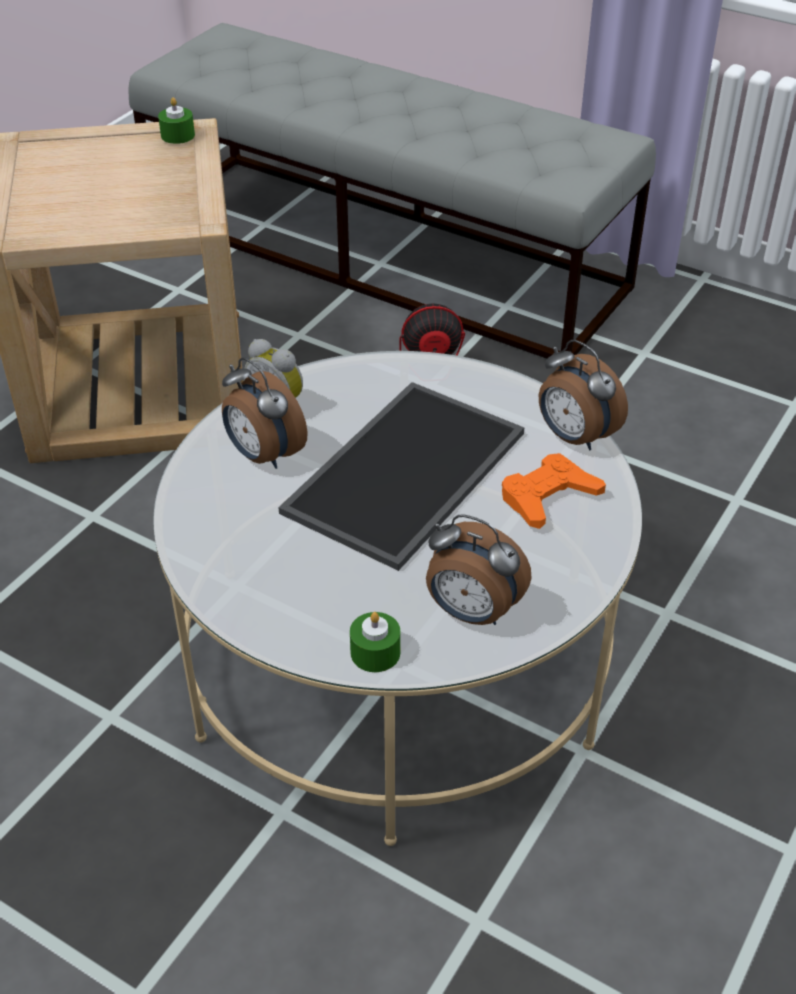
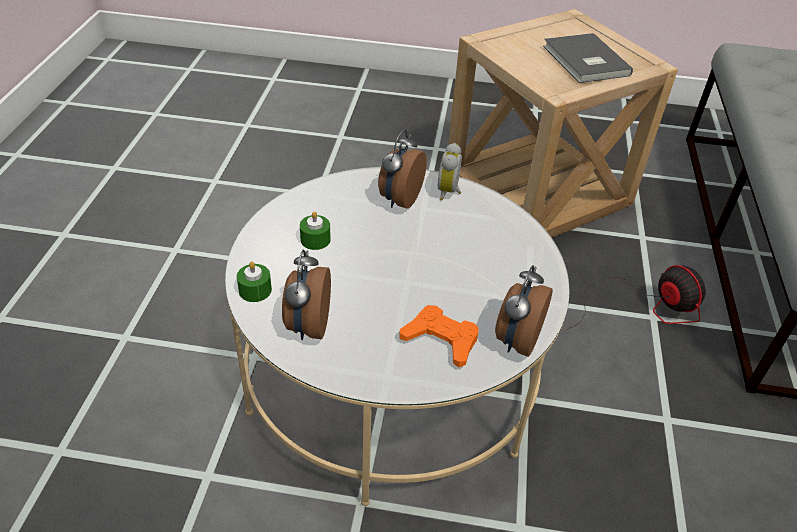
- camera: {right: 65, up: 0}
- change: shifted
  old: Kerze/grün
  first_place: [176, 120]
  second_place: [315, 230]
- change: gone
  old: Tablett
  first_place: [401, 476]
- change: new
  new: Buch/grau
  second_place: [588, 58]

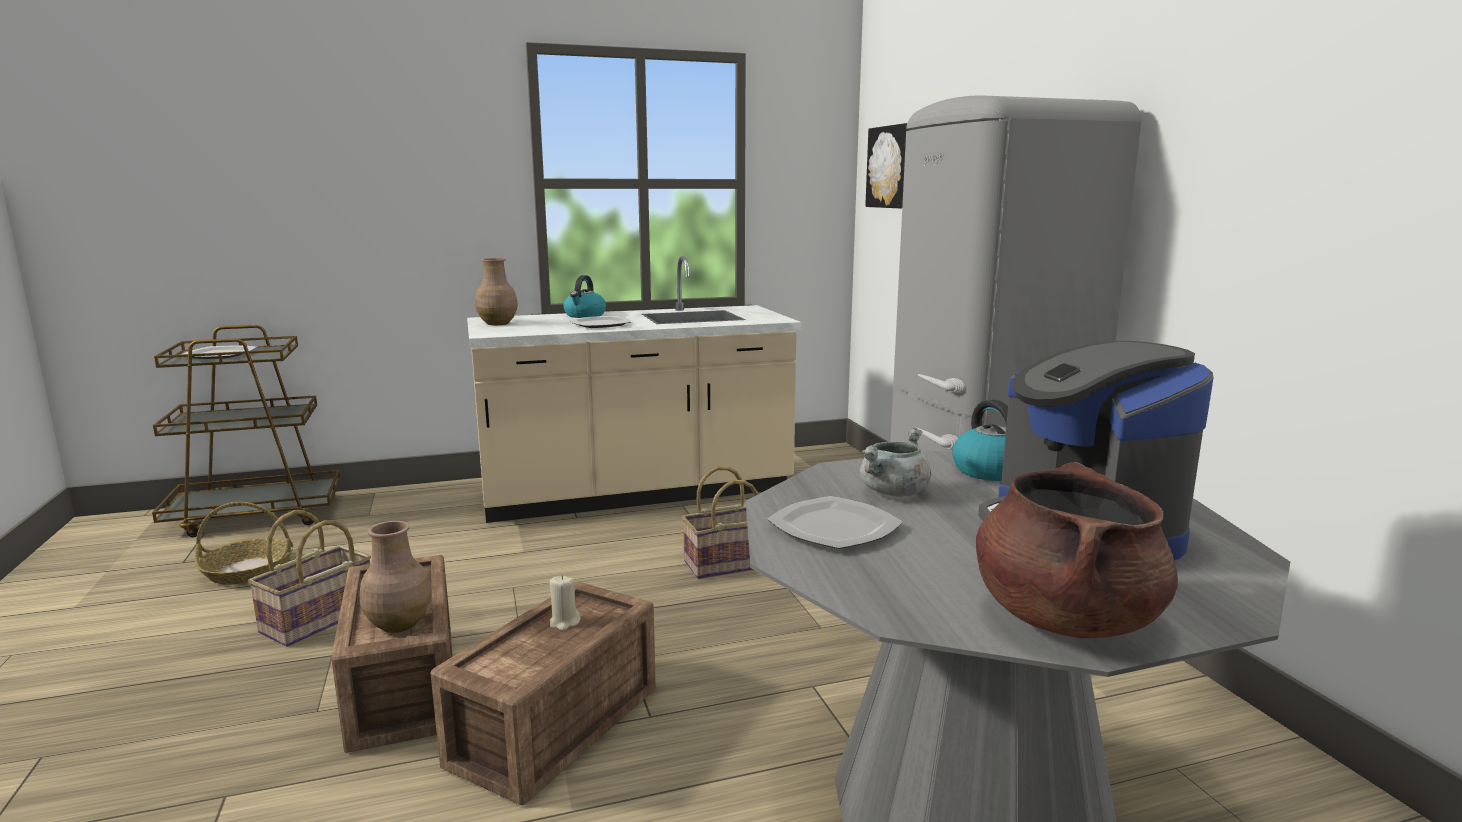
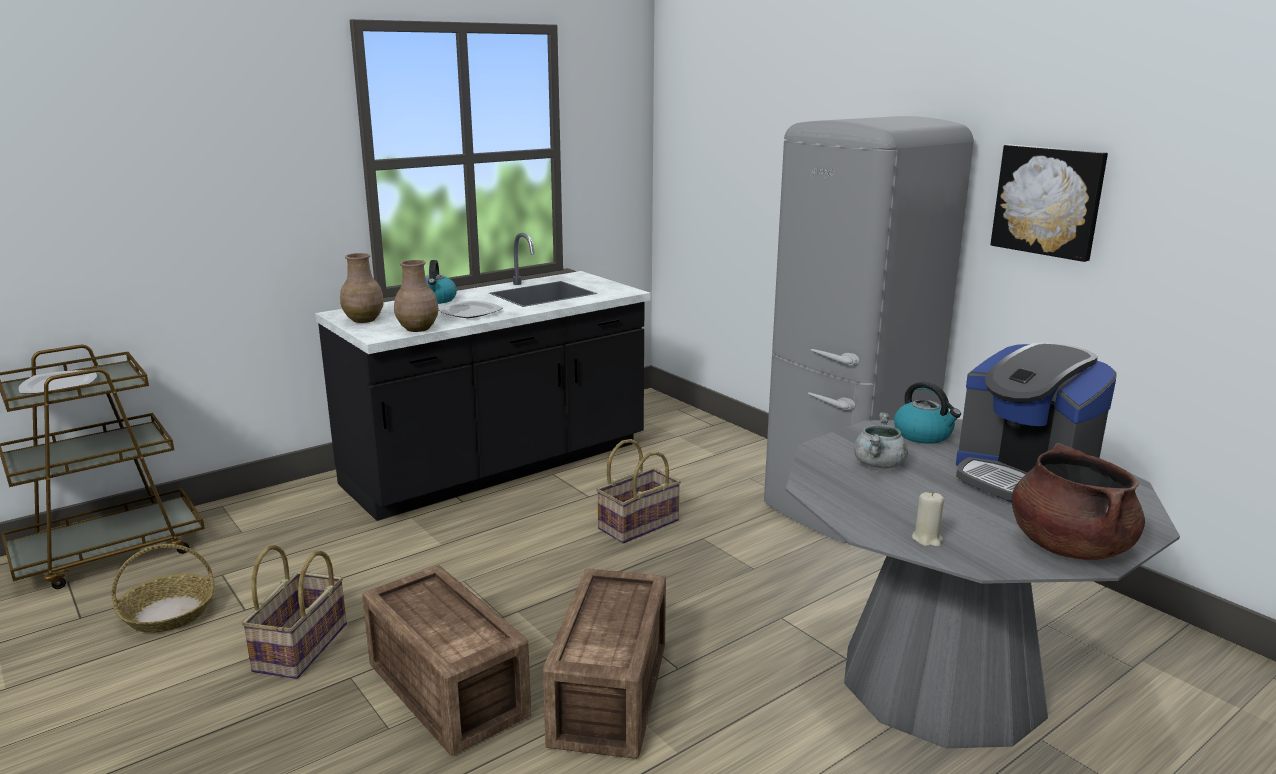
- camera: {right: -20, up: 5}
- change: shifted
  old: Vase/braun
  first_place: [396, 577]
  second_place: [416, 296]
- change: repainted
  old: Küchenzeile/beige
  new: Küchenzeile/schwarz
  first_place: [634, 389]
  second_place: [483, 377]
- change: shifted
  old: Kerze/beige
  first_place: [565, 603]
  second_place: [928, 519]
- change: gone
  old: Teller
  first_place: [835, 522]
- change: shifted
  old: Bild
  first_place: [887, 166]
  second_place: [1049, 203]

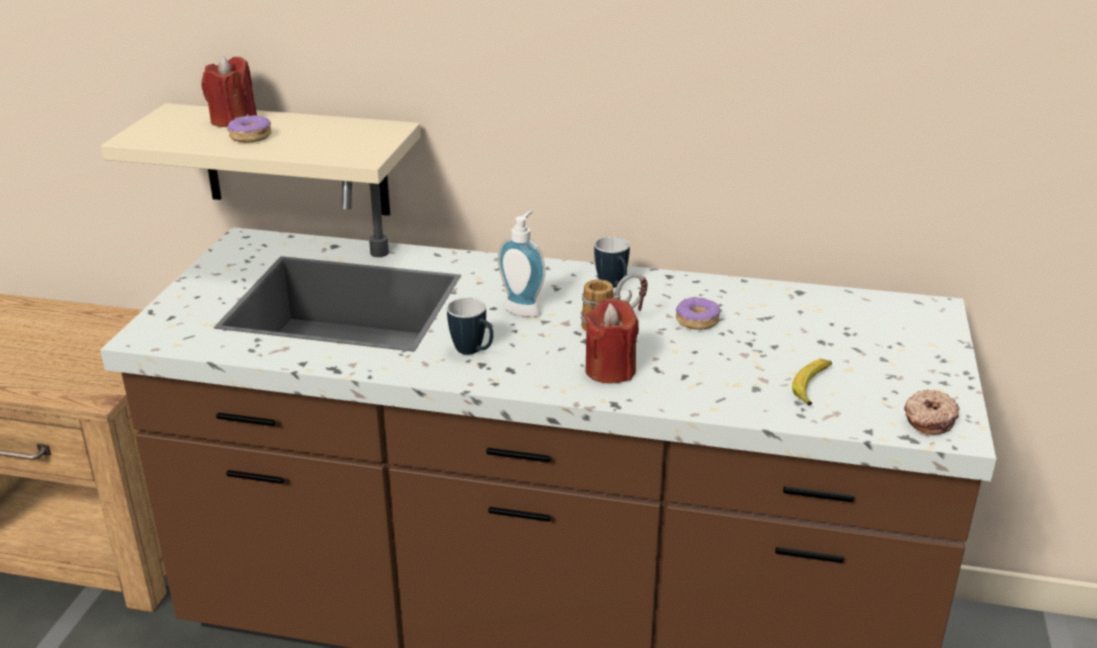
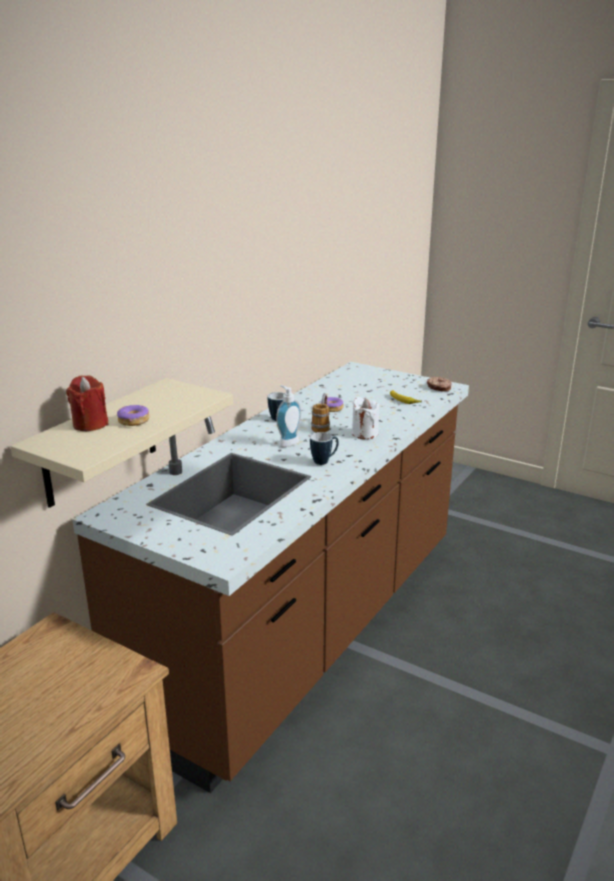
- camera: {right: -70, up: -5}
- change: repainted
  old: Kerze/rot
  new: Kerze/weiß
  first_place: [612, 341]
  second_place: [365, 418]

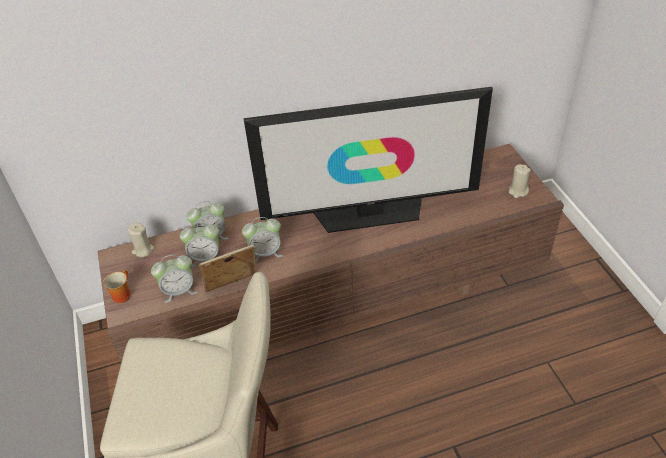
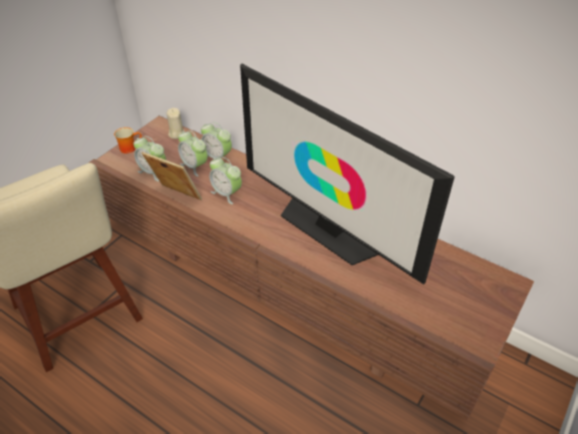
- camera: {right: 50, up: 0}
- change: gone
  old: Kerze/beige
  first_place: [520, 181]

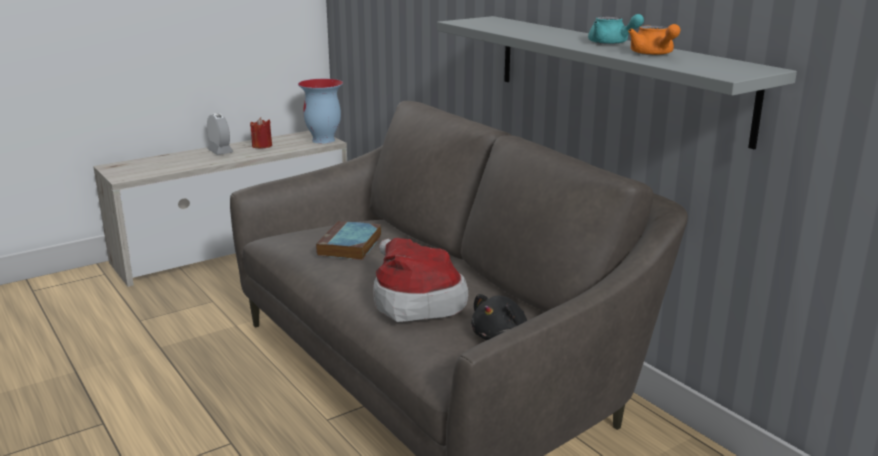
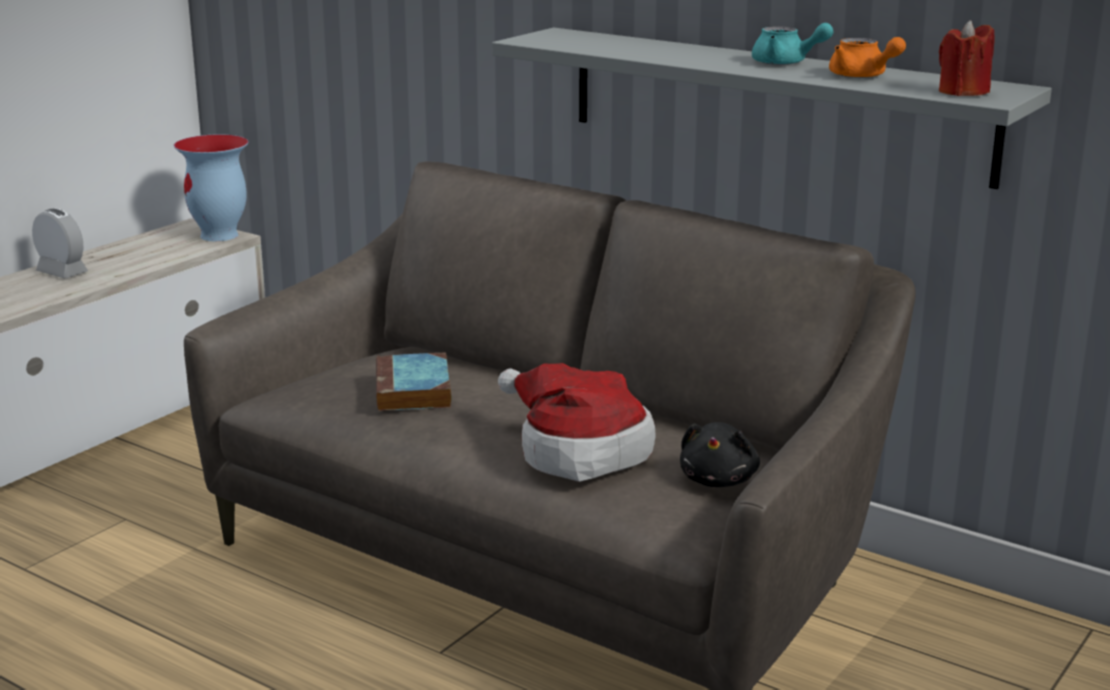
- camera: {right: -20, up: 0}
- change: shifted
  old: Kerze/rot
  first_place: [261, 132]
  second_place: [966, 58]

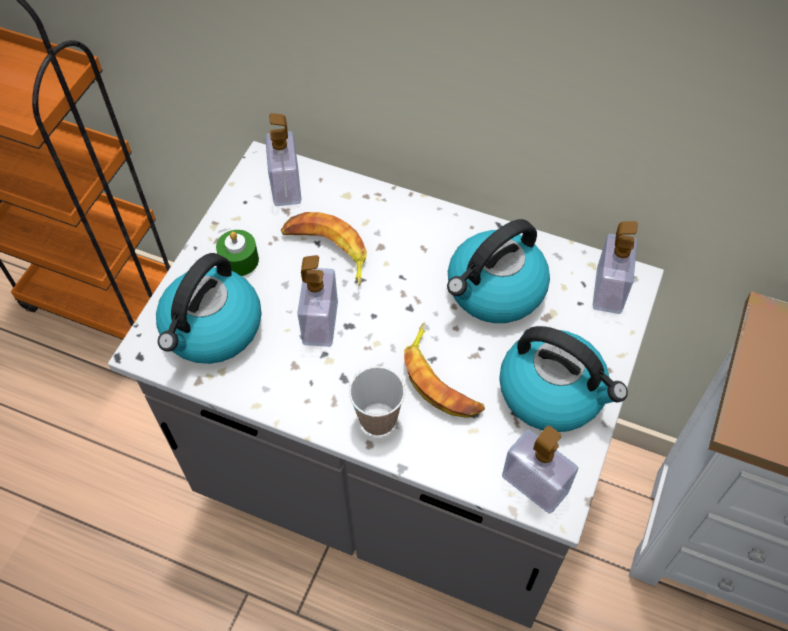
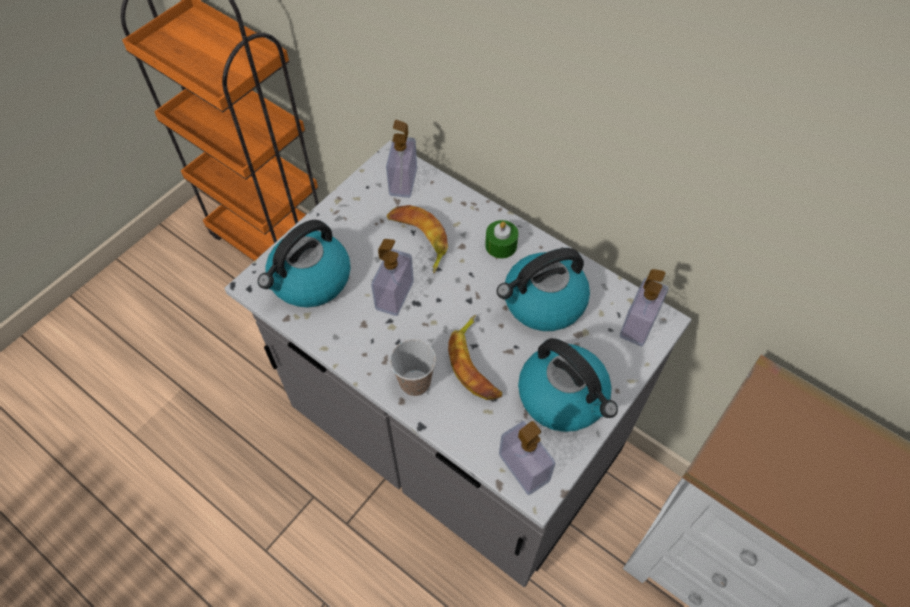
- camera: {right: 15, up: 0}
- change: shifted
  old: Kerze/grün
  first_place: [237, 253]
  second_place: [501, 239]

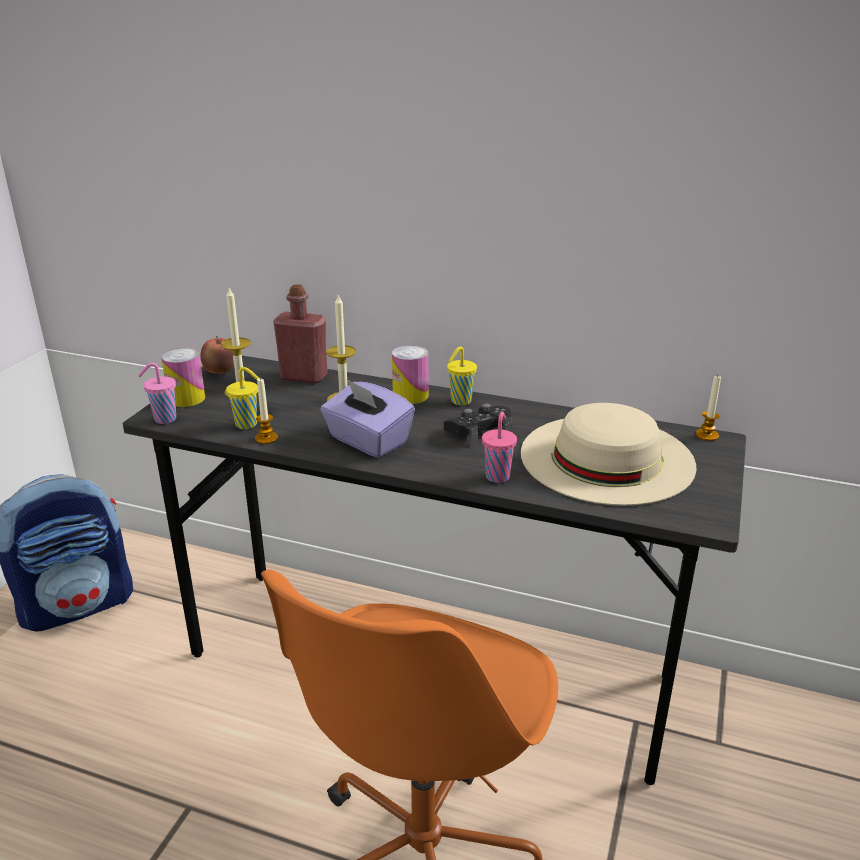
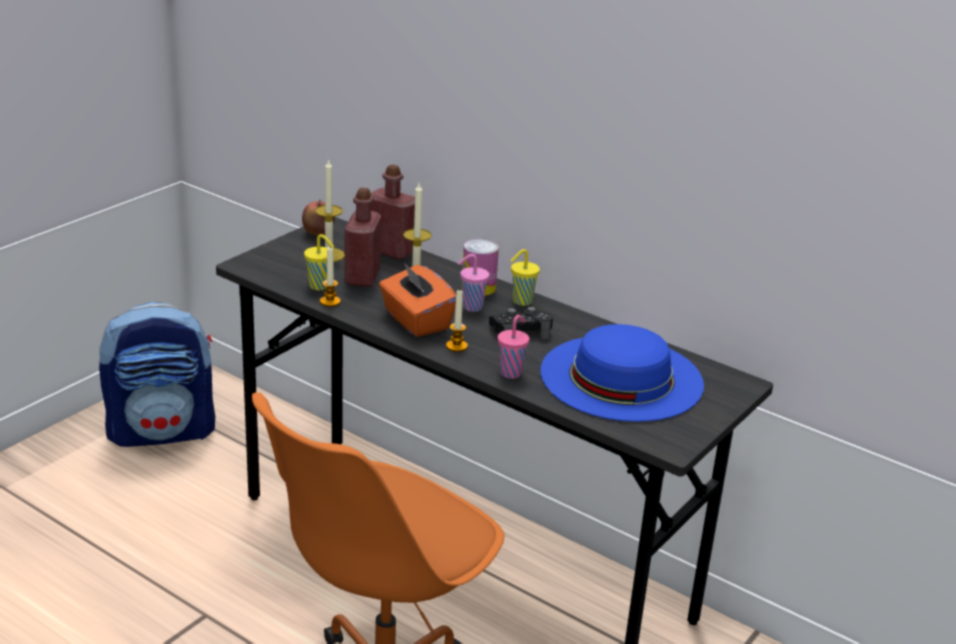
- camera: {right: 15, up: 0}
- change: shifted
  old: Tasse/rosa
  first_place: [157, 393]
  second_place: [473, 283]
- change: gone
  old: Dose
  first_place: [183, 377]
- change: repainted
  old: Taschentuchbox/lila
  new: Taschentuchbox/orange
  first_place: [368, 418]
  second_place: [417, 299]
- change: repainted
  old: Hut/beige
  new: Hut/blau
  first_place: [608, 454]
  second_place: [622, 373]
- change: shifted
  old: Kerze
  first_place: [708, 408]
  second_place: [457, 321]
- change: new
  new: Flasche/rot
  second_place: [362, 237]

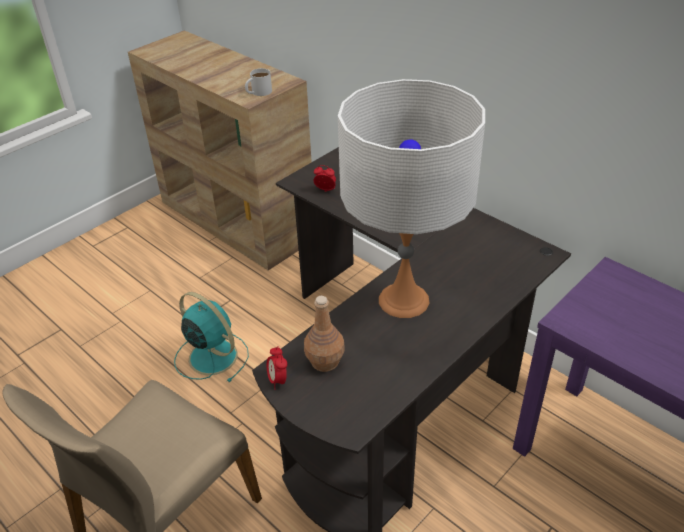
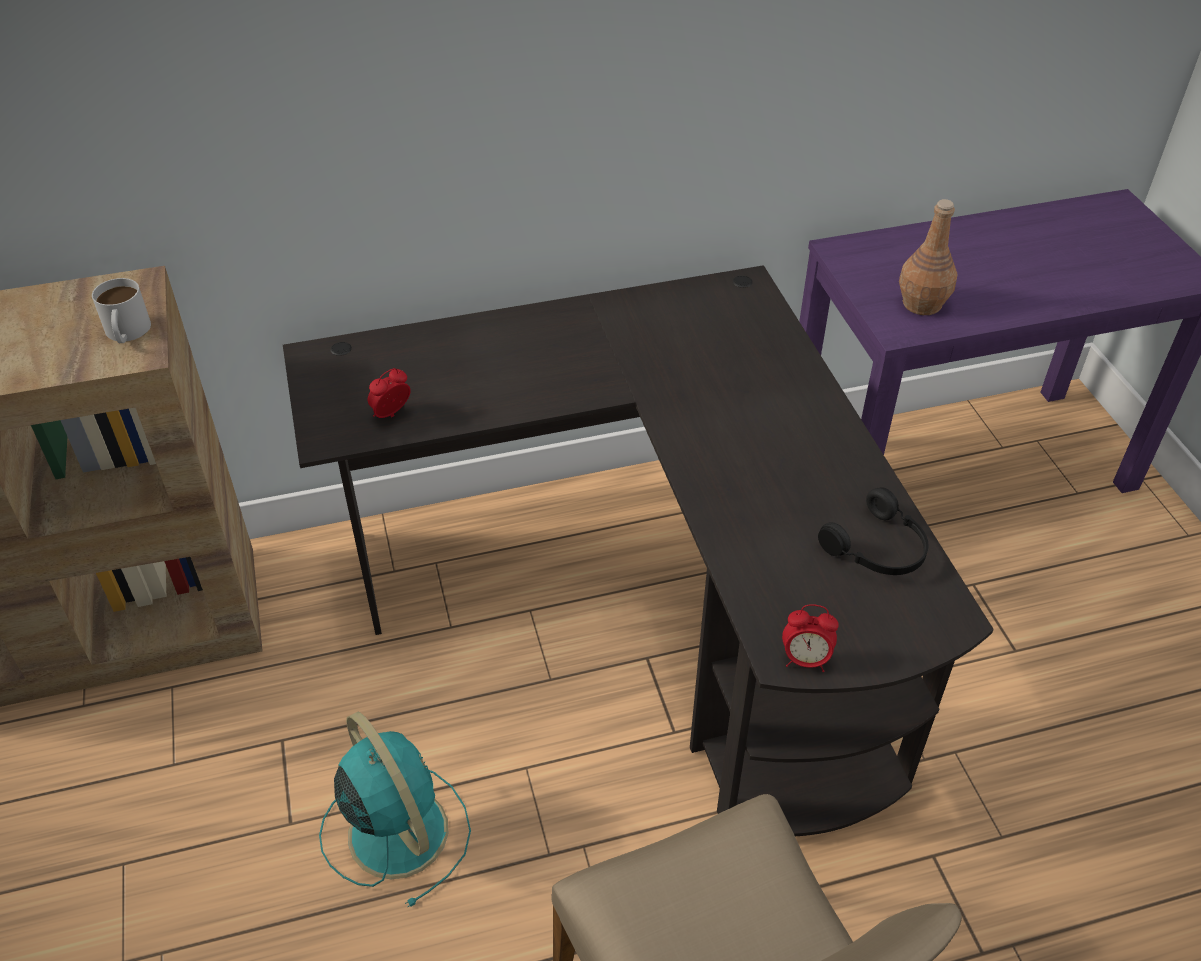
- camera: {right: -60, up: 5}
- change: rotated
  old: Ventilator/türkis
  first_place: [211, 337]
  second_place: [395, 810]
  degrees: 75
- change: shifted
  old: Flasche/braun
  first_place: [324, 334]
  second_place: [928, 257]
- change: gone
  old: Tischlampe/weiß
  first_place: [411, 198]
- change: new
  new: Kopfhörer/schwarz
  second_place: [873, 531]

